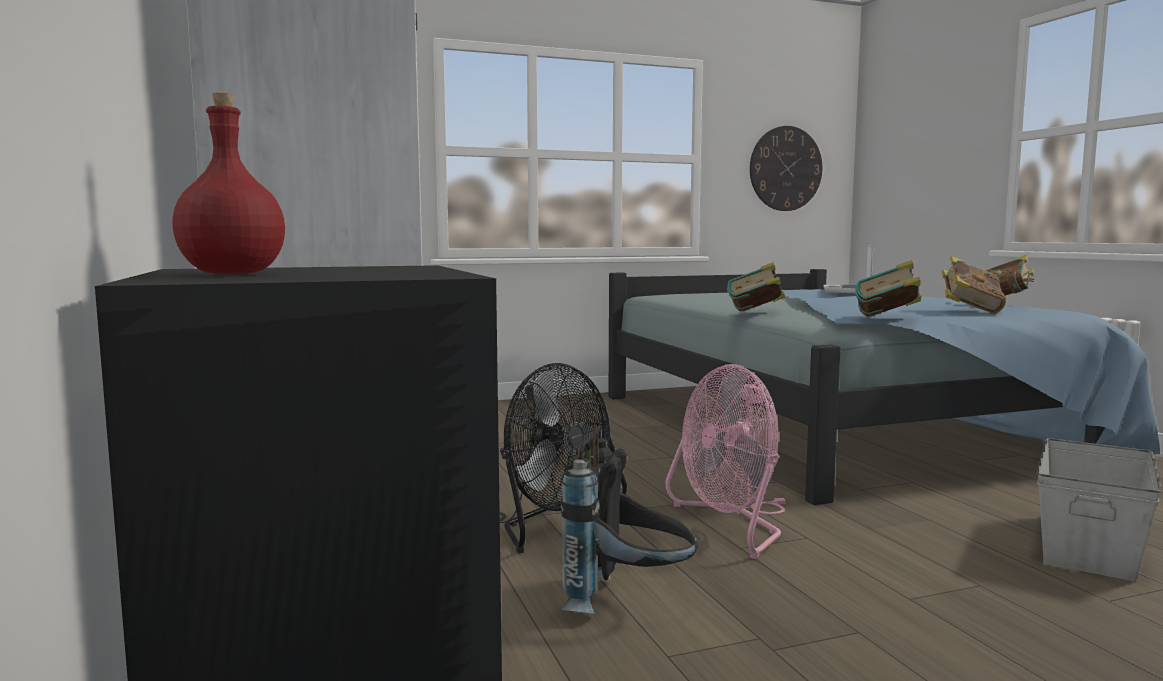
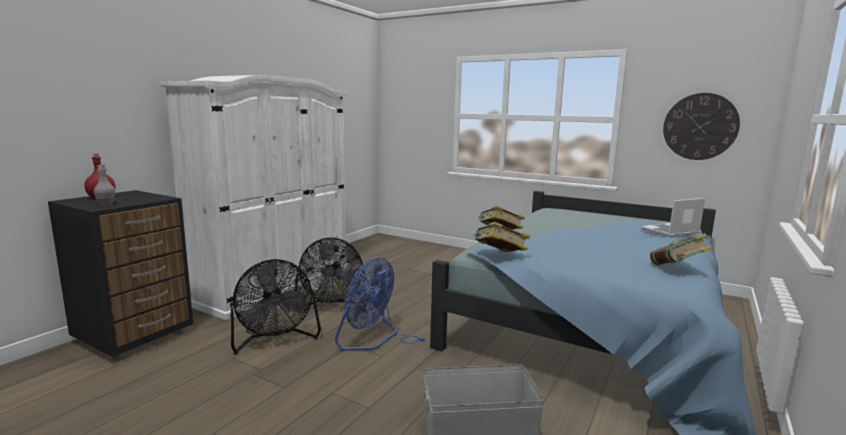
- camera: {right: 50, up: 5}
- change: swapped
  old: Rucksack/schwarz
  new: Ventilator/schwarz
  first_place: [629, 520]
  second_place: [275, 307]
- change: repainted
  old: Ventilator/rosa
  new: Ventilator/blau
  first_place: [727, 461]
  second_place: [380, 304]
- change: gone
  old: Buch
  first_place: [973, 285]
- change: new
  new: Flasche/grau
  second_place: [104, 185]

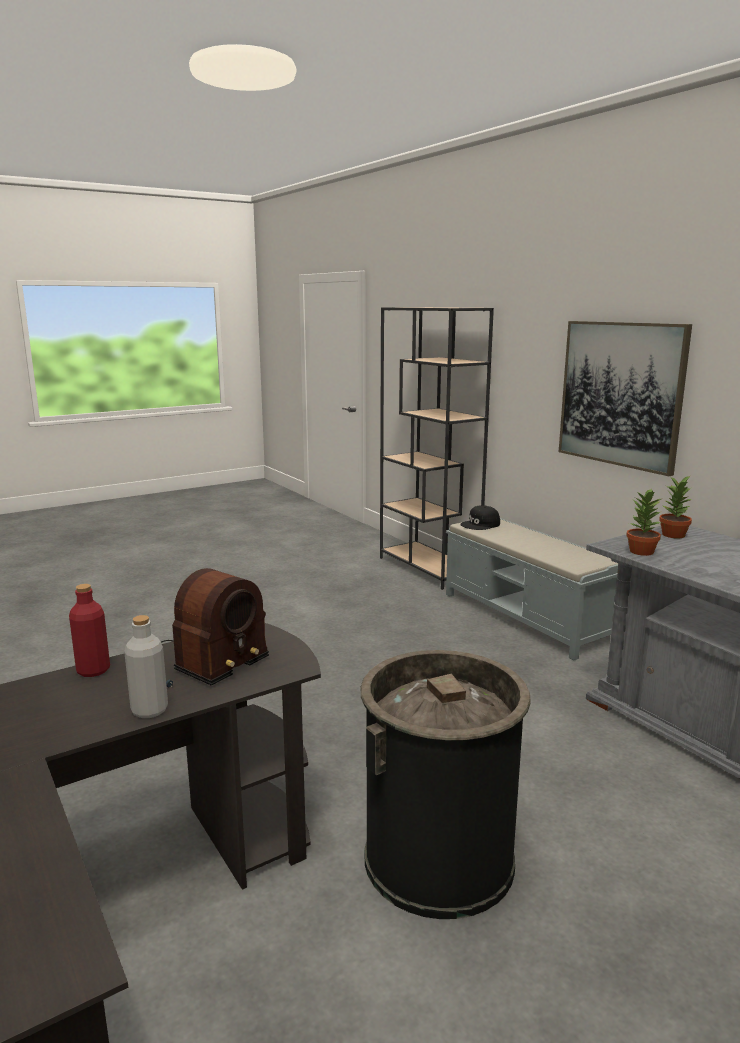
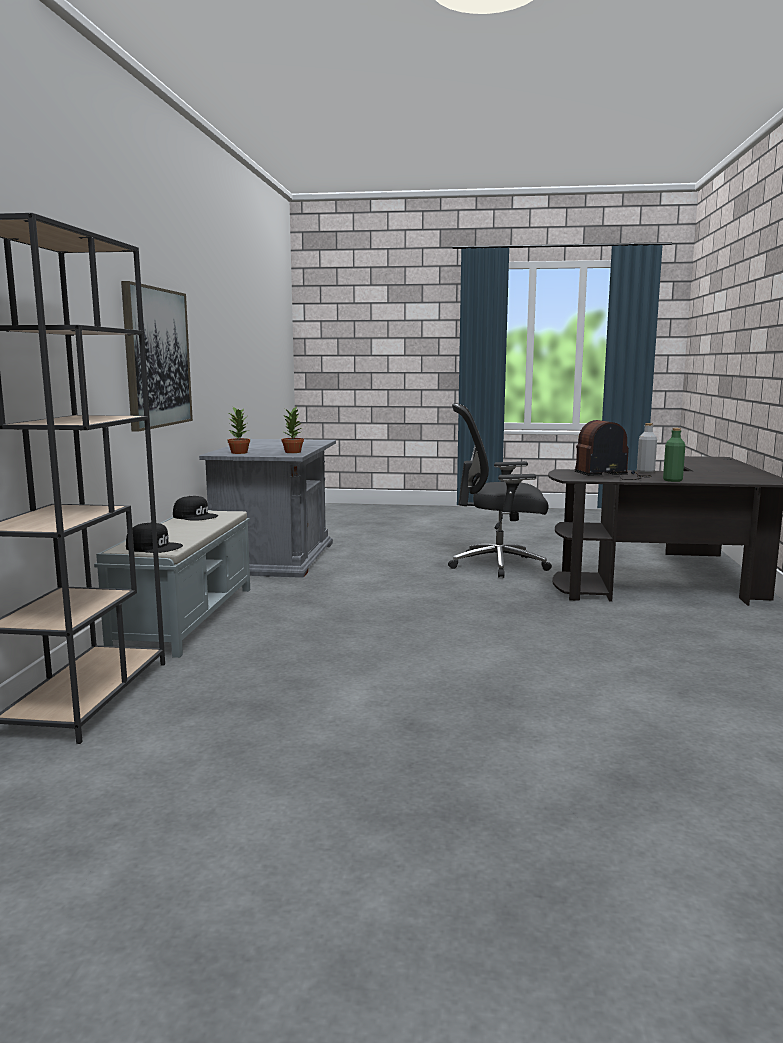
- camera: {right: -140, up: -5}
- change: repainted
  old: Flasche/rot
  new: Flasche/grün
  first_place: [89, 630]
  second_place: [674, 455]
- change: swapped
  old: Mülleimer/schwarz
  new: Bürostuhl
  first_place: [446, 784]
  second_place: [500, 490]
- change: new
  new: Kappe/schwarz
  second_place: [195, 508]

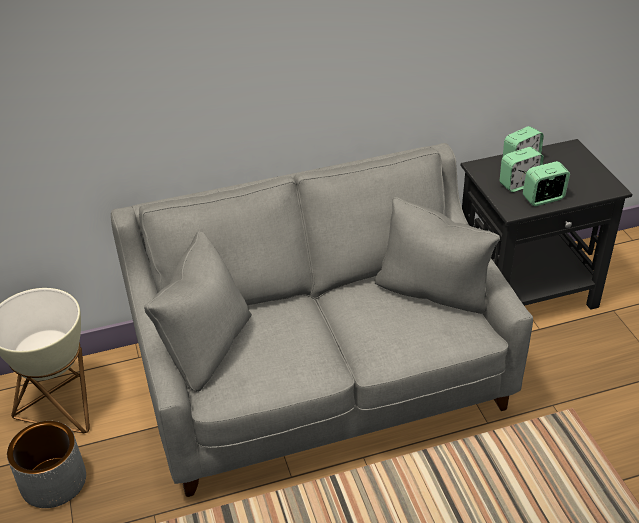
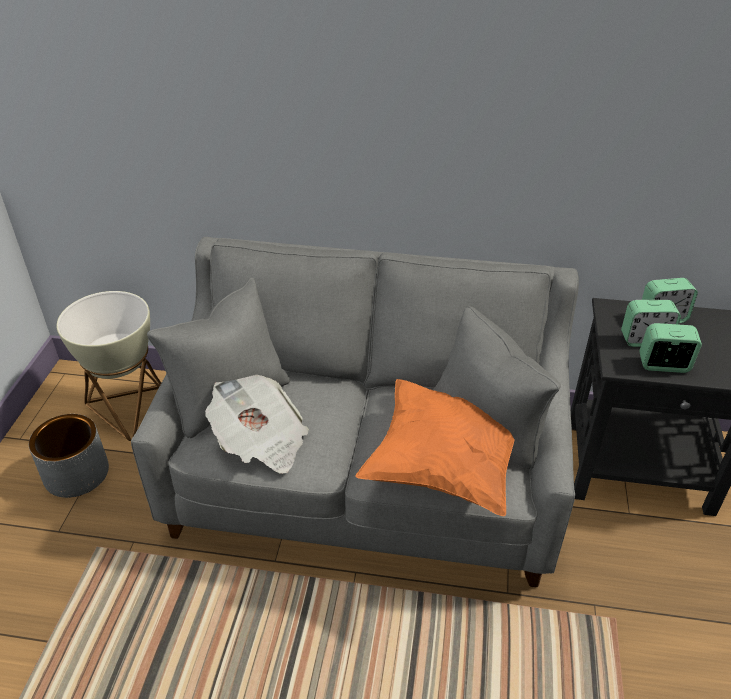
- camera: {right: 25, up: 0}
- change: new
  new: Zeitung
  second_place: [257, 424]
- change: new
  new: Kissen/orange
  second_place: [435, 447]

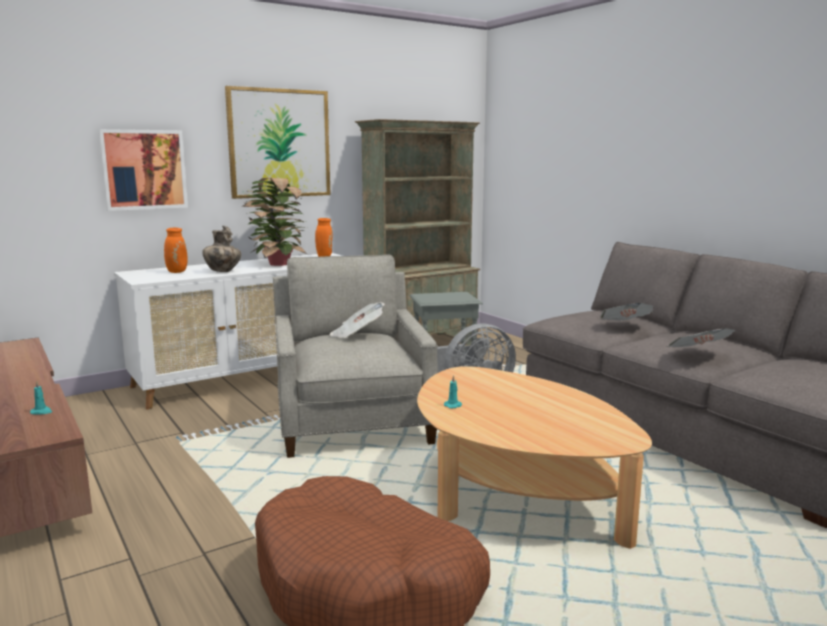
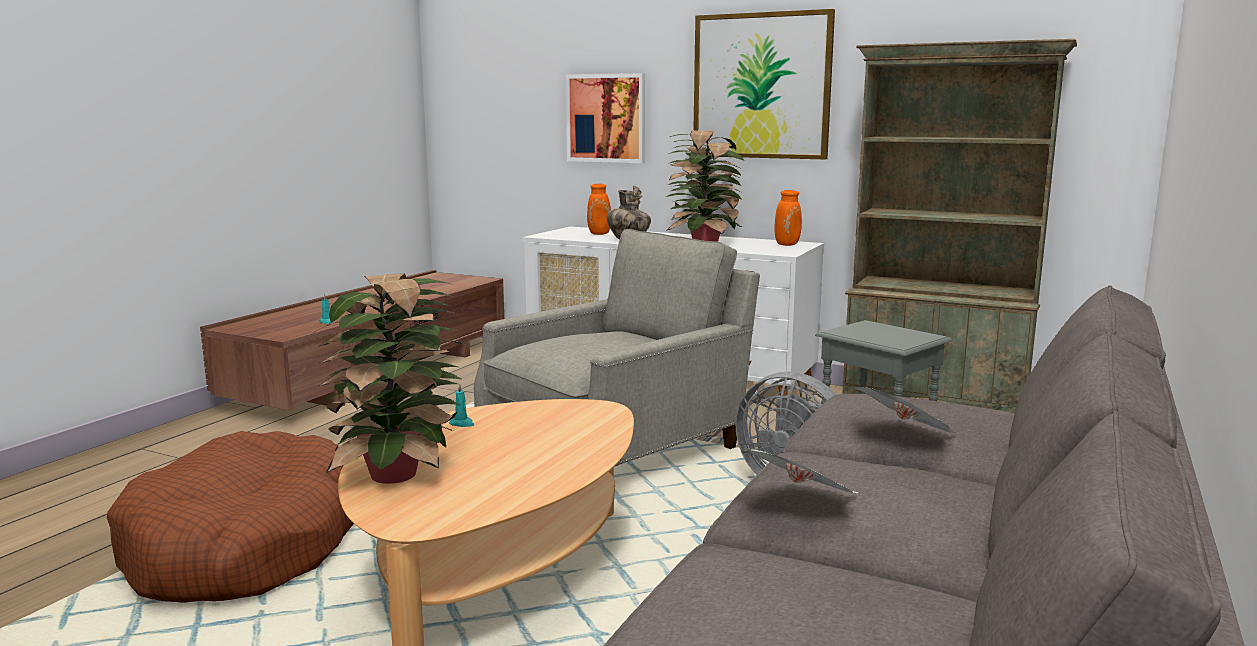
- camera: {right: 60, up: 0}
- change: gone
  old: Zeitung
  first_place: [357, 320]
- change: new
  new: Topfpflanze
  second_place: [389, 378]

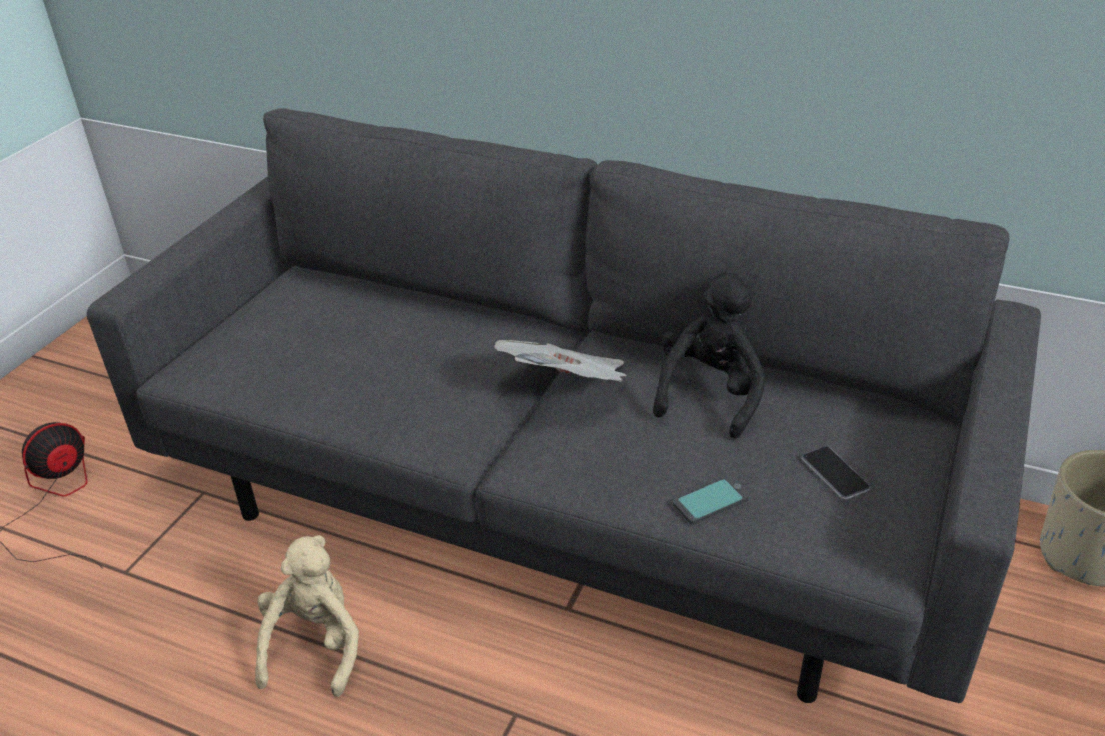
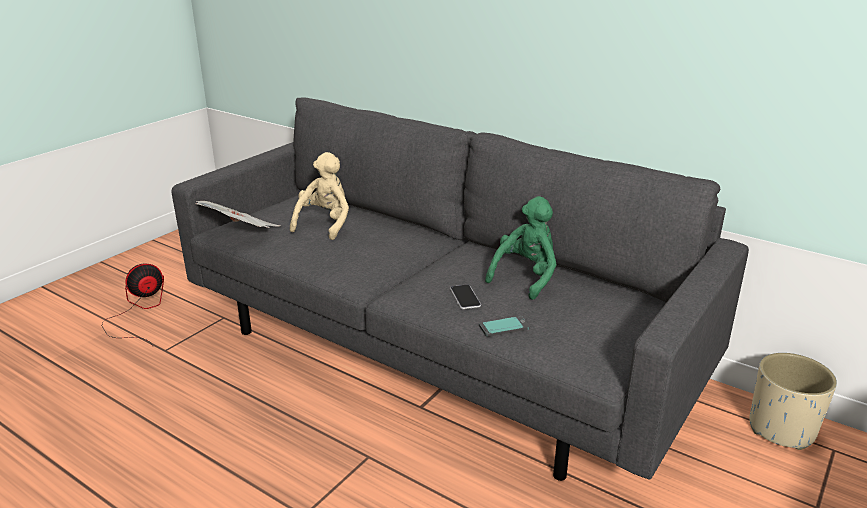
- camera: {right: 10, up: -10}
- change: shifted
  old: Plüschtier/beige
  first_place: [307, 616]
  second_place: [319, 196]
- change: shifted
  old: Zeitung
  first_place: [561, 361]
  second_place: [238, 214]
- change: repainted
  old: Plüschtier/schwarz
  new: Plüschtier/grün
  first_place: [709, 355]
  second_place: [520, 248]
- change: shifted
  old: Handy
  first_place: [835, 473]
  second_place: [465, 297]

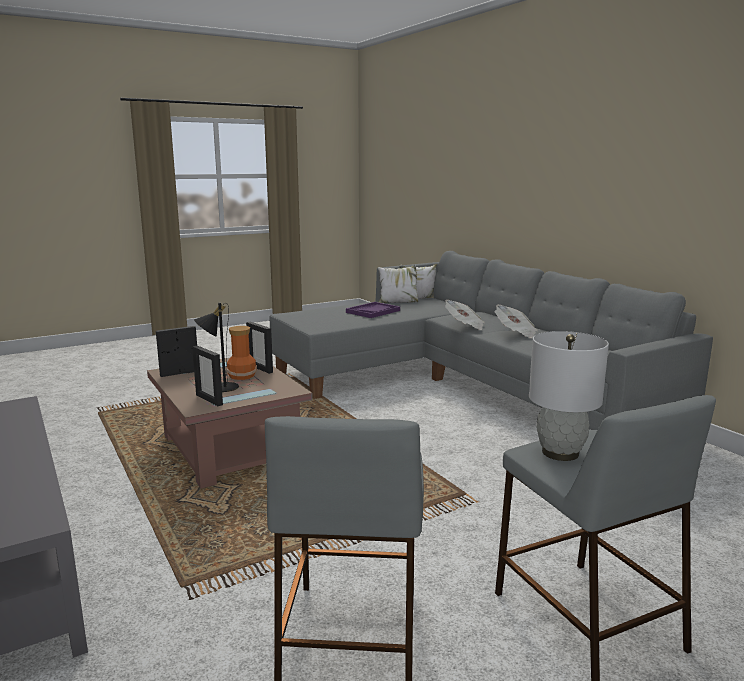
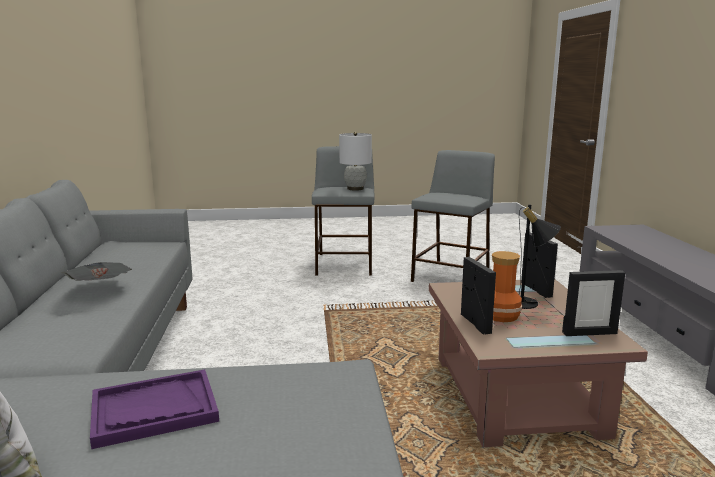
- camera: {right: -155, up: 0}
- change: gone
  old: Zeitung
  first_place: [465, 315]

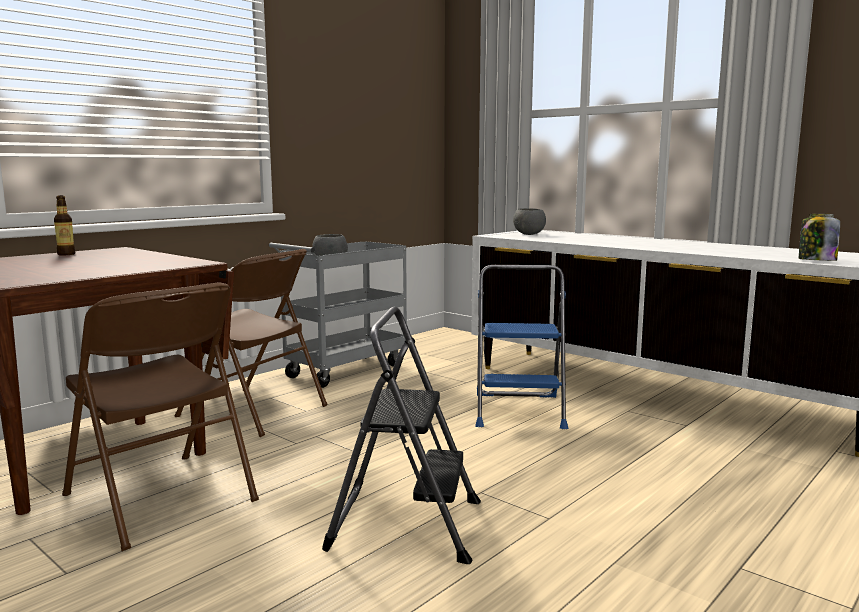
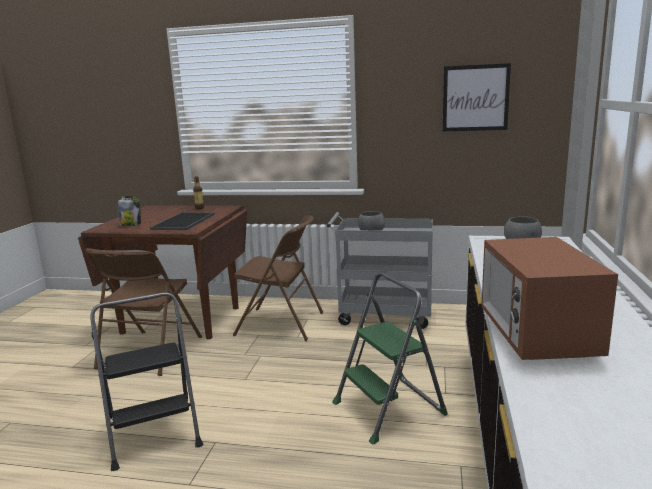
- camera: {right: 60, up: 5}
- change: rotated
  old: Stuhl/braun
  first_place: [251, 343]
  second_place: [278, 278]
  degrees: -75
- change: repainted
  old: Trittleiter/blau
  new: Trittleiter/grün
  first_place: [522, 347]
  second_place: [390, 358]
- change: shifted
  old: Vorratsglas
  first_place: [819, 237]
  second_place: [129, 211]
- change: new
  new: Tablett
  second_place: [182, 221]
- change: new
  new: Bild
  second_place: [477, 97]
- change: new
  new: Mikrowelle
  second_place: [549, 298]

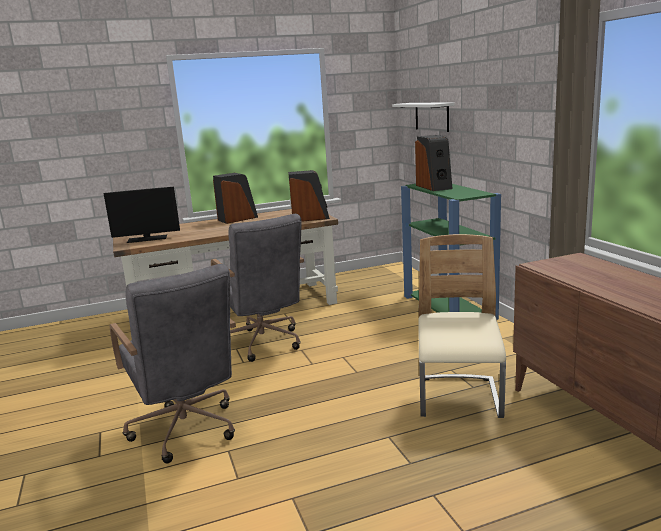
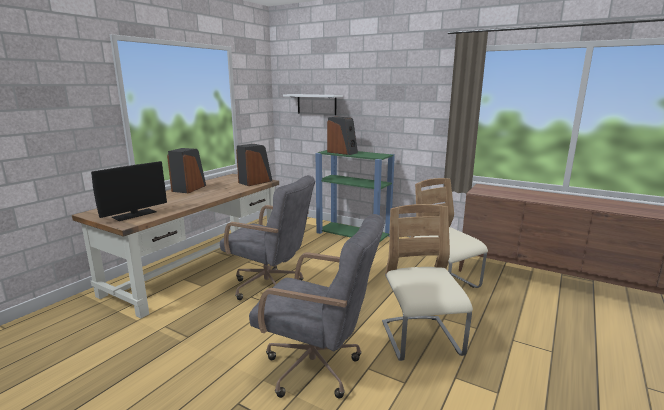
- camera: {right: -40, up: 0}
- change: new
  new: Stuhl/beige
  second_place: [427, 282]

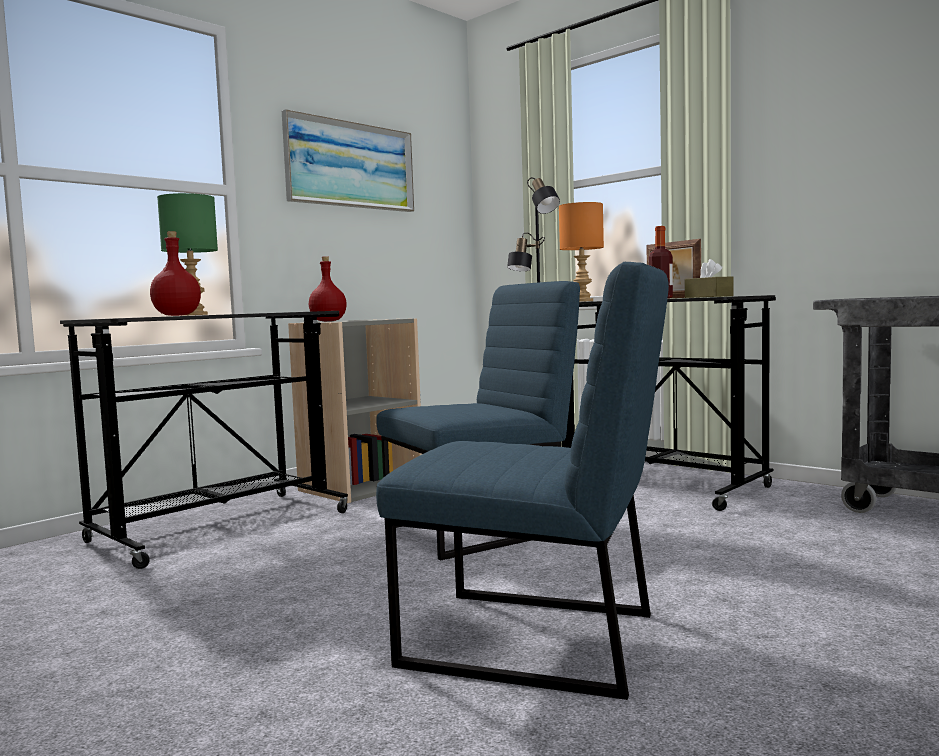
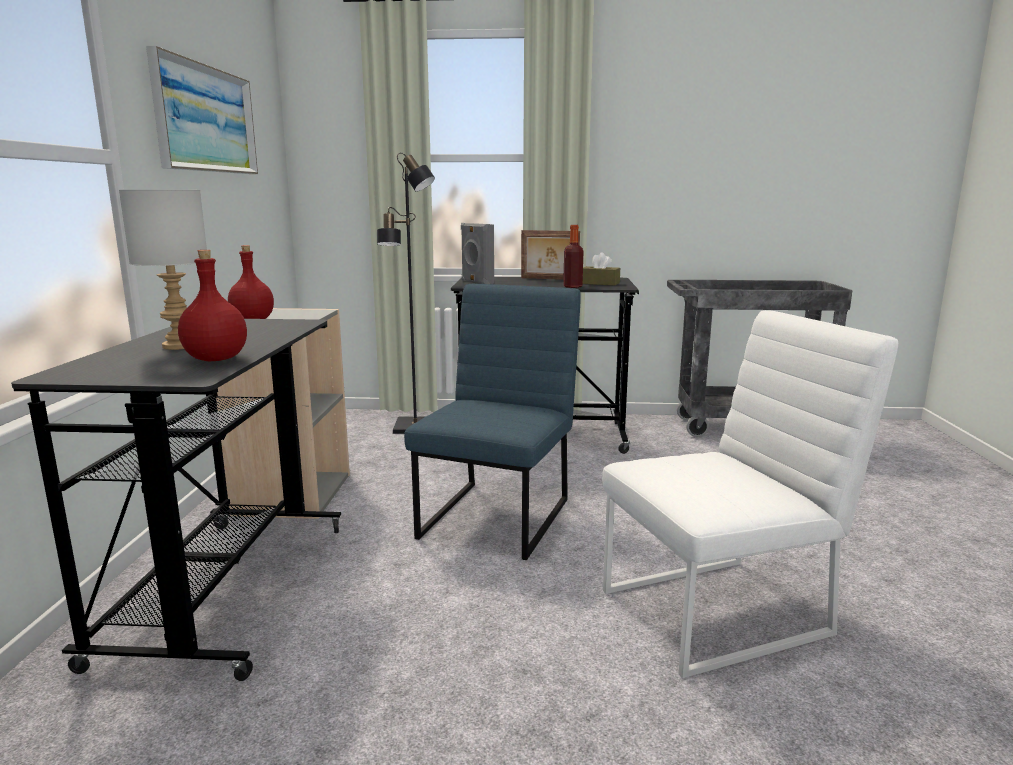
- camera: {right: -40, up: 10}
- change: repainted
  old: Tischlampe/grün
  new: Tischlampe/grau
  first_place: [187, 254]
  second_place: [163, 270]
- change: repainted
  old: Stuhl/blau
  new: Stuhl/weiß
  first_place: [522, 481]
  second_place: [750, 494]
- change: swapped
  old: Tischlampe/orange
  new: Lautsprecher/grau
  first_place: [581, 252]
  second_place: [477, 253]

